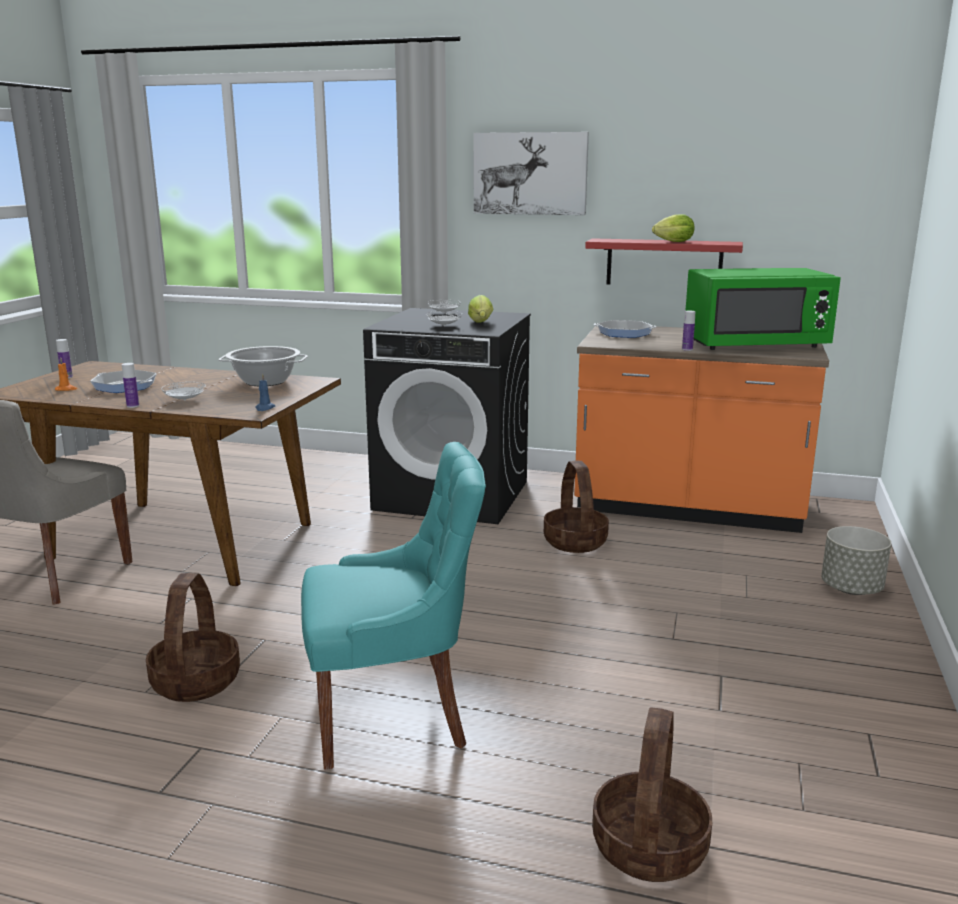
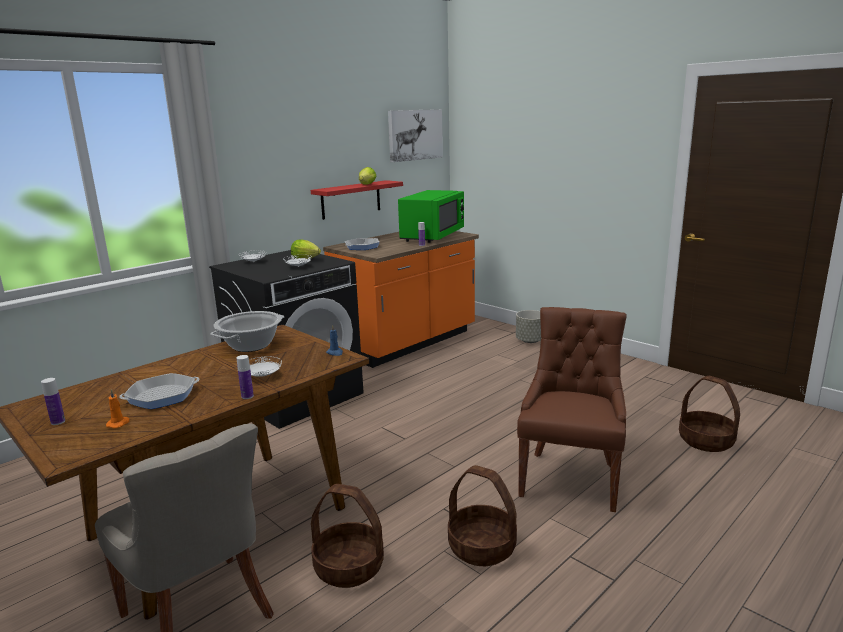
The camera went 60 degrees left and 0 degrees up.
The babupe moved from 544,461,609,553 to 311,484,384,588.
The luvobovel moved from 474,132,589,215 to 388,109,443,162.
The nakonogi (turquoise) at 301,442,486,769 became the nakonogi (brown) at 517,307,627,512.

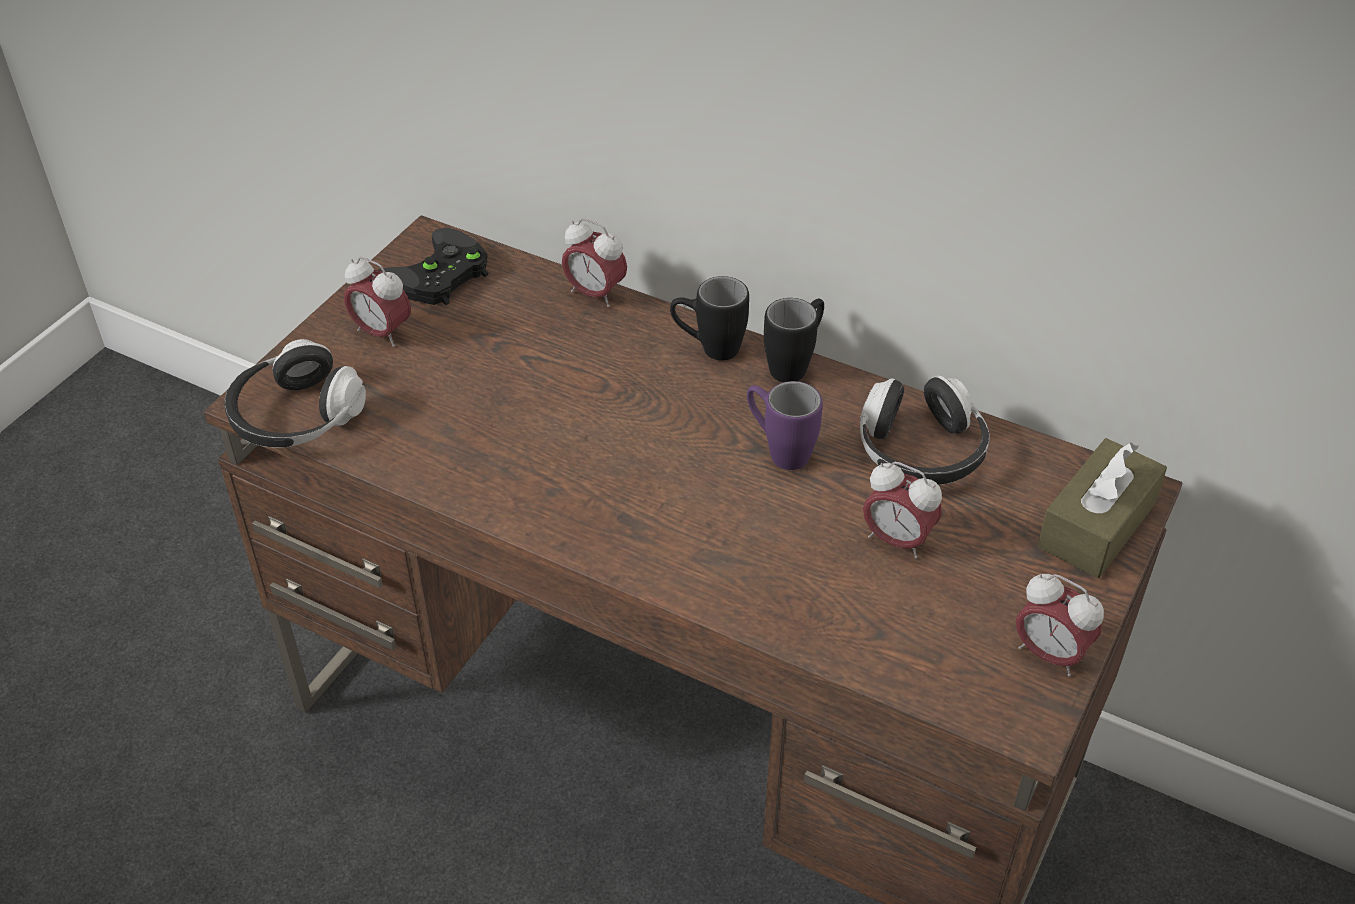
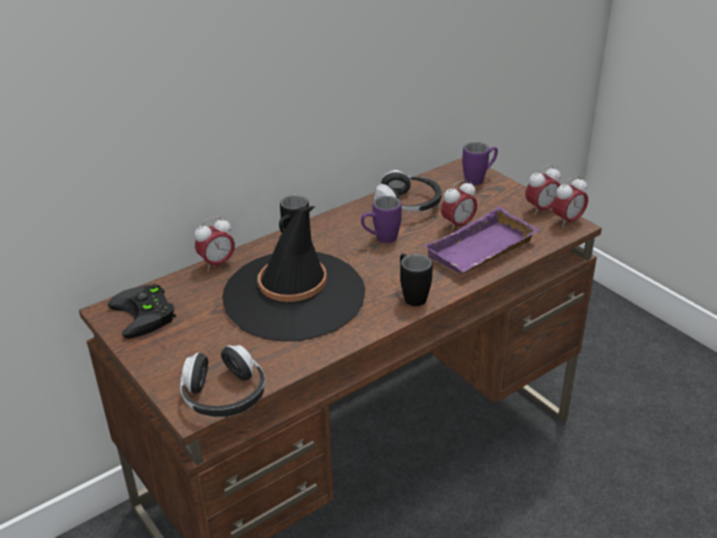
The camera went 65 degrees left and 10 degrees down.
The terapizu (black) at 222,206,365,341 appeared.
The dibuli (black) moved from 764,298,824,382 to 400,253,433,306.
The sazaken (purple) at 424,207,540,275 appeared.
The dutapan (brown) at 1038,438,1167,578 was replaced by the dibuli (purple) at 462,142,498,185.
The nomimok moved from 344,257,411,347 to 552,176,588,228.

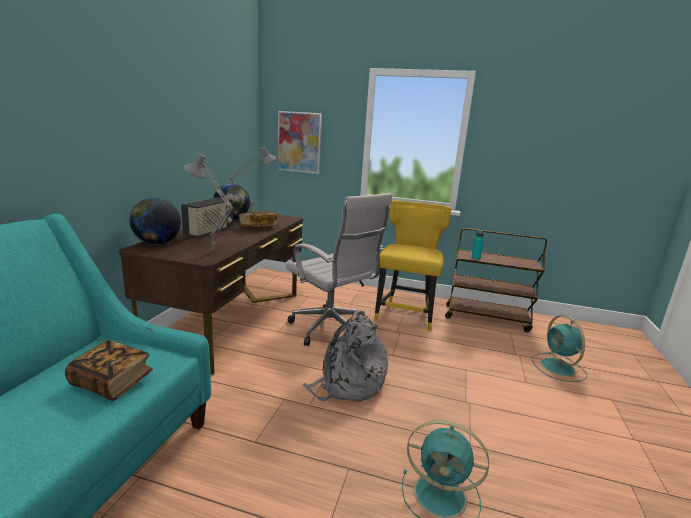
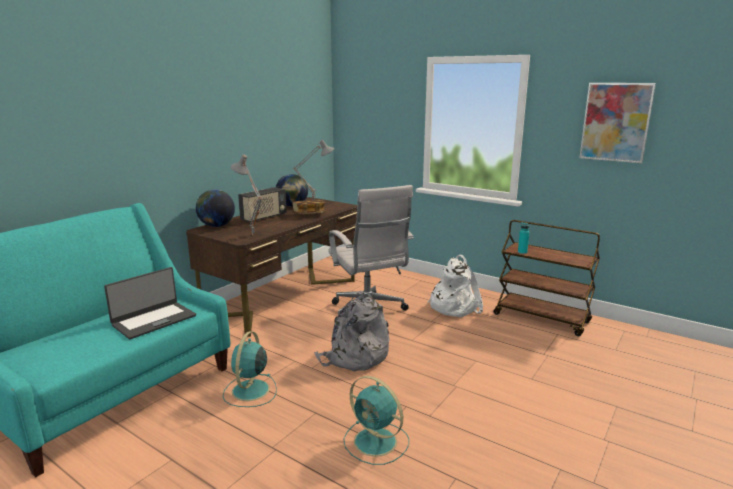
The camera went 20 degrees right and 0 degrees up.
The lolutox at 65,340,153,401 was replaced by the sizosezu at 104,267,196,339.
The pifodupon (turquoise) moved from 532,315,587,382 to 223,331,277,407.
The nakonogi (yellow) at 374,201,451,331 was replaced by the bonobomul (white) at 427,255,483,317.
The luvobovel moved from 278,111,322,174 to 579,83,656,163.

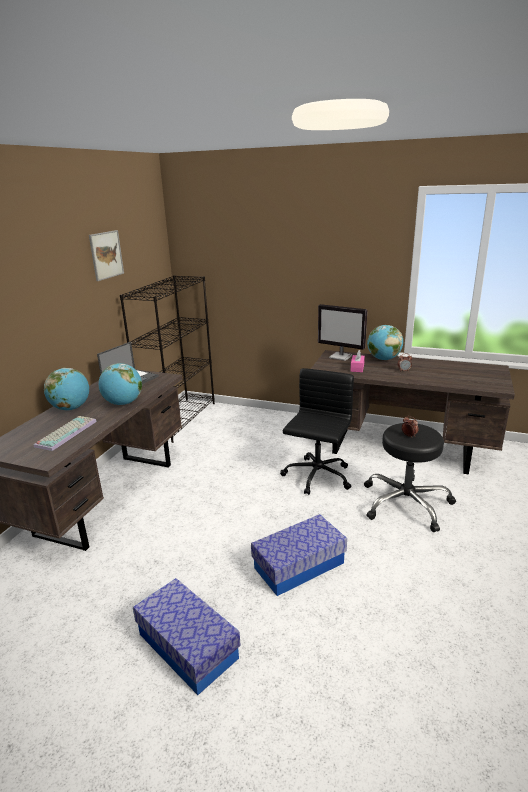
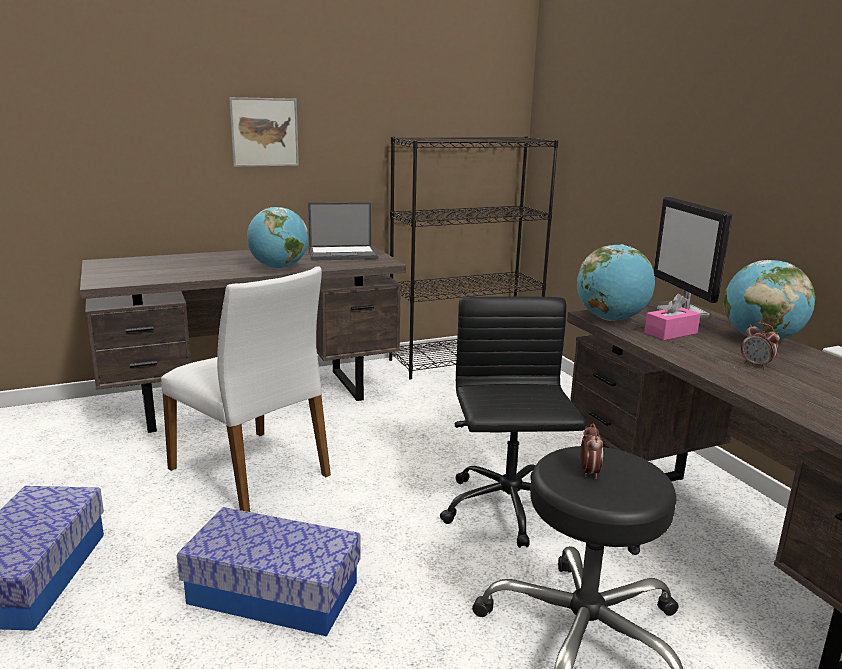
The camera went 45 degrees right and 5 degrees down.
The nakonogi (white) at 161,266,331,512 appeared.
The luvobovel moved from 89,230,124,281 to 229,97,299,167.
The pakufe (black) at 280,368,354,495 turned 75 degrees counterclockwise.
The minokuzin moved from 44,368,89,411 to 577,244,655,321.
The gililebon at 34,416,97,451 disappeared.

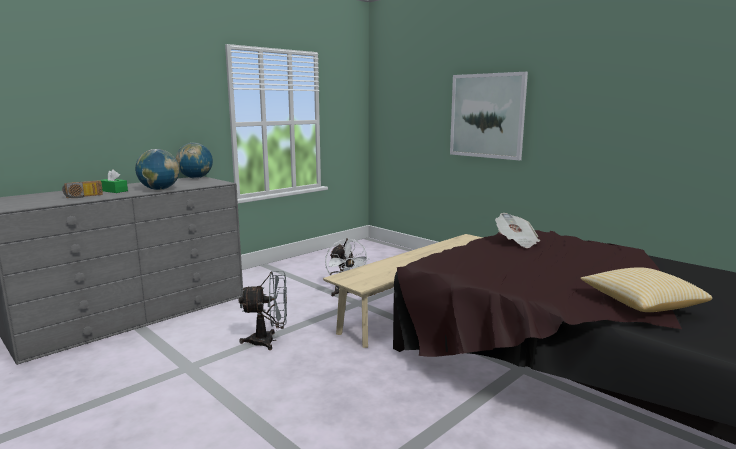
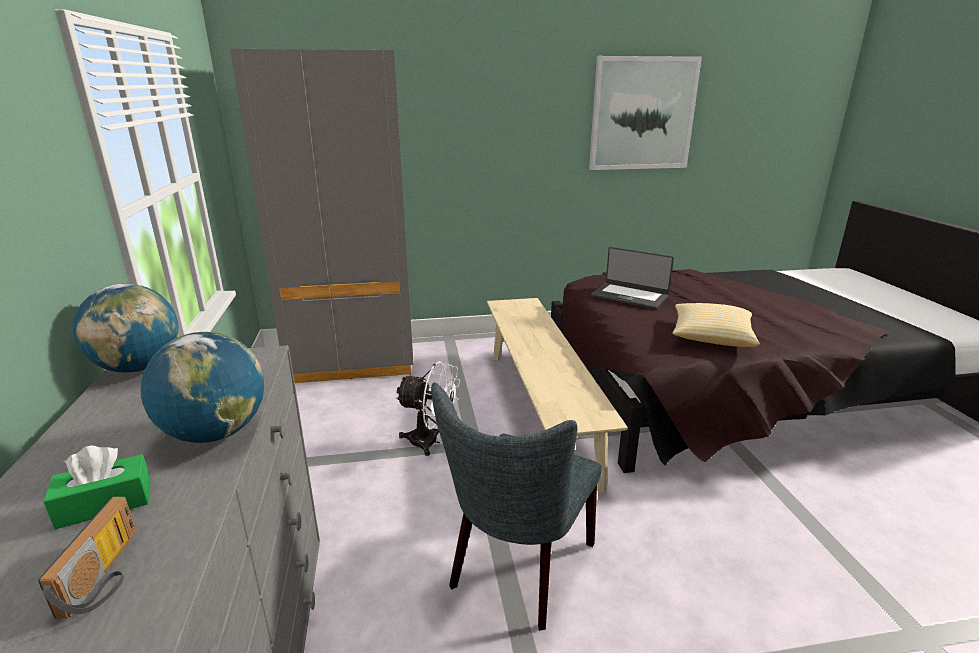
The camera went 55 degrees left and 10 degrees up.
The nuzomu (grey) at 230,49,414,383 appeared.
The pifodupon (grey) at 239,271,287,350 was replaced by the nakonogi (grey) at 431,382,602,630.
The luvobovel moved from 450,72,528,160 to 589,56,702,170.
The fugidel at 495,213,540,248 was replaced by the sizosezu at 591,247,674,309.
The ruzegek moved from 581,267,713,312 to 672,303,760,347.

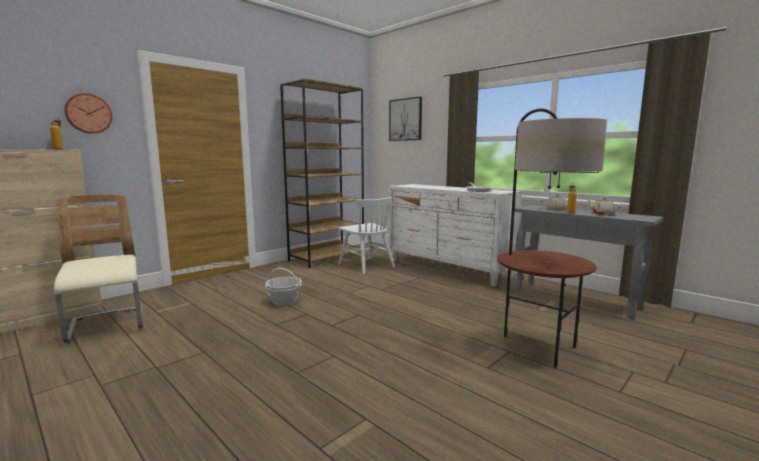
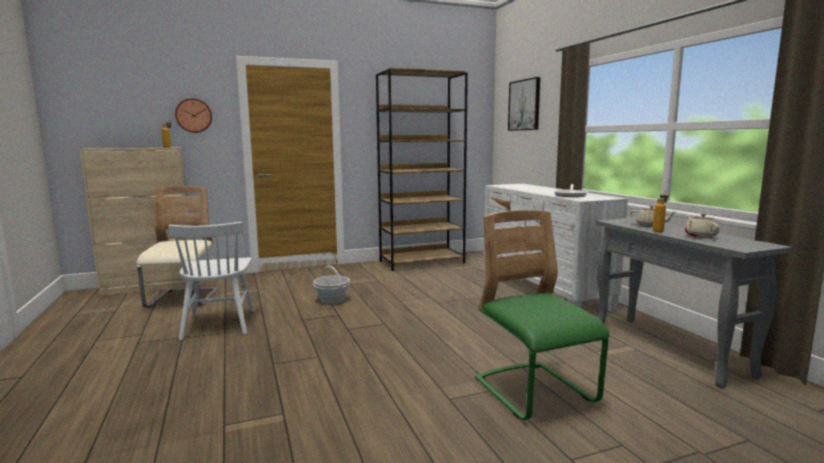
The camera went 25 degrees right and 0 degrees up.
The nakonogi (white) moved from 338,197,395,274 to 168,222,255,340.
The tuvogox at 497,108,607,368 was replaced by the nakonogi (green) at 475,210,610,420.

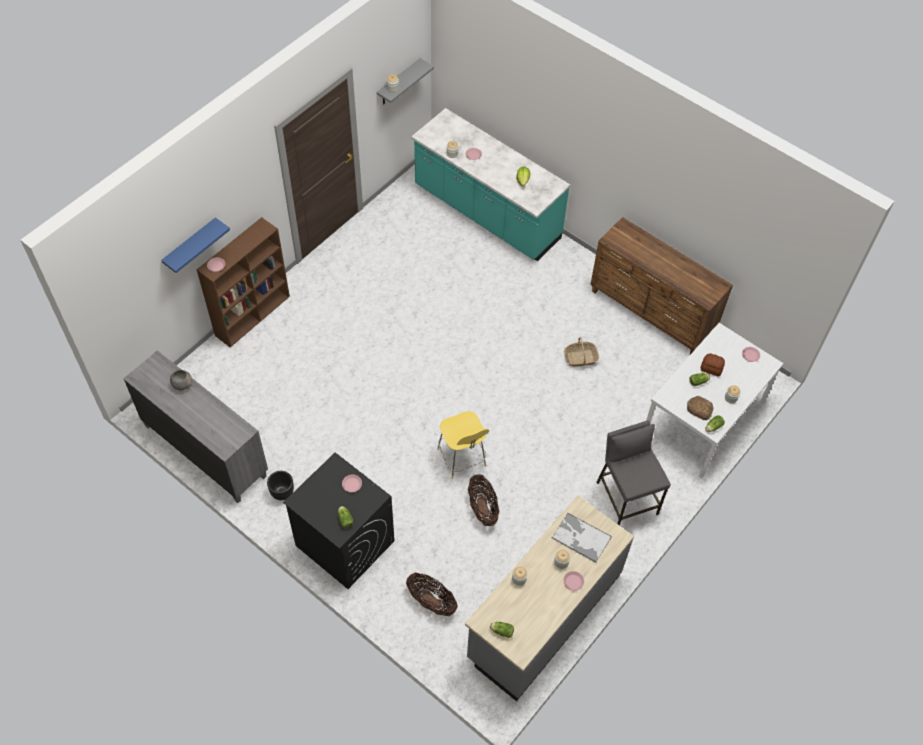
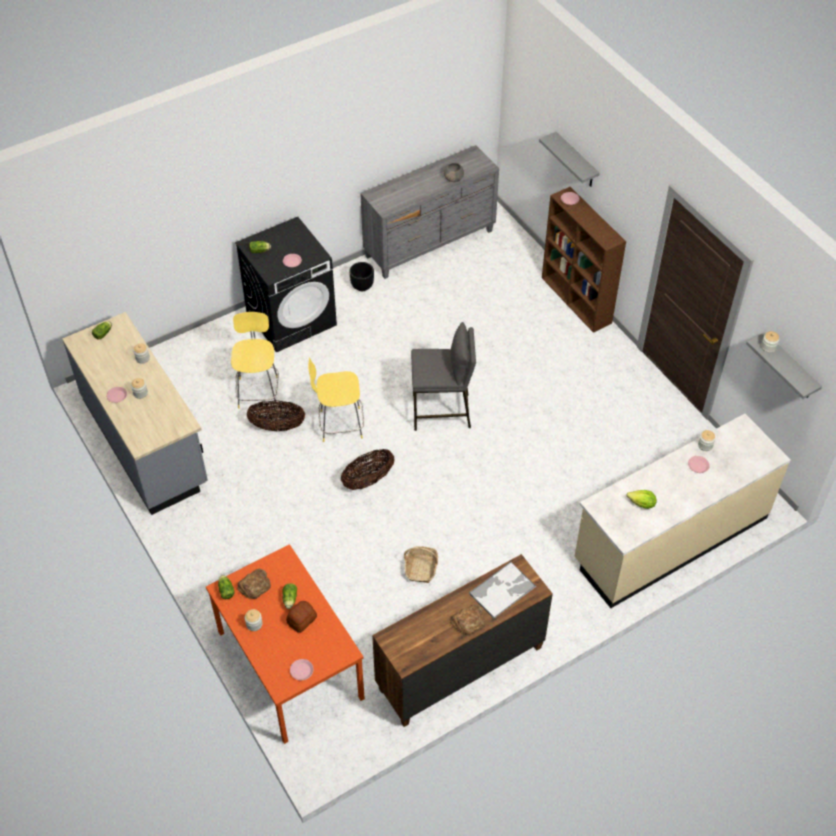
The camera went 110 degrees right and 5 degrees down.
The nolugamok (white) at 646,323,784,479 became the nolugamok (orange) at 206,544,365,744.
The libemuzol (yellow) at 231,312,279,409 appeared.
The babupe moved from 406,572,458,616 to 341,449,394,490.
The libemuzol (grey) moved from 596,421,671,526 to 411,322,476,431.
The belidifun at 451,604,485,635 appeared.
The sazaken moved from 552,513,612,563 to 469,562,536,619.
The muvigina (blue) at 161,218,230,273 became the muvigina (grey) at 539,132,600,187.
The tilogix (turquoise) at 411,108,570,261 became the tilogix (beige) at 575,414,791,608.

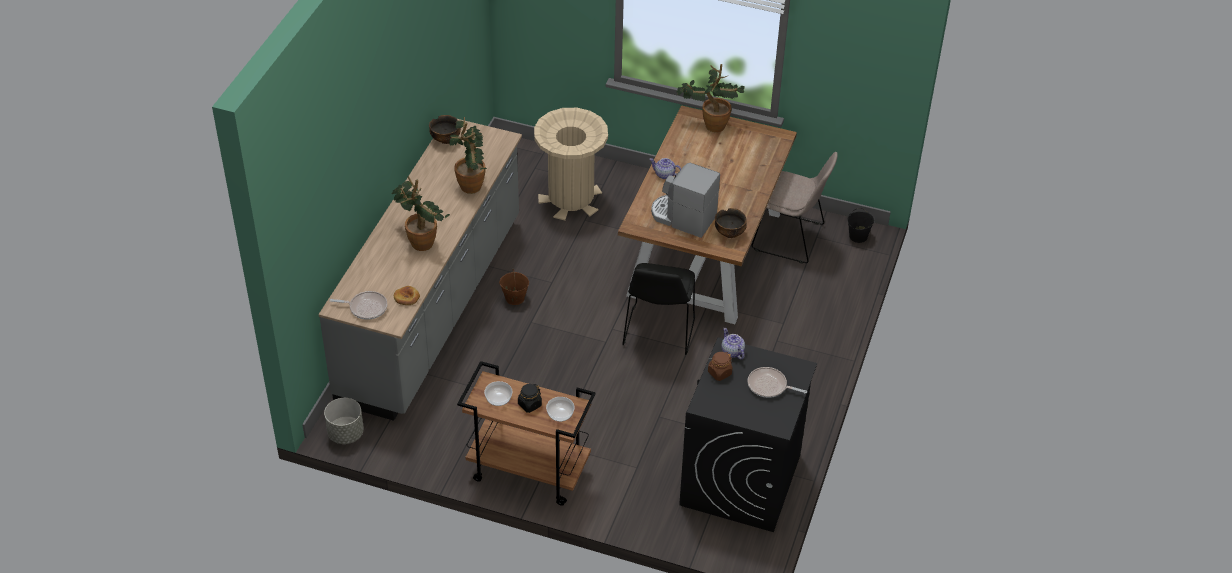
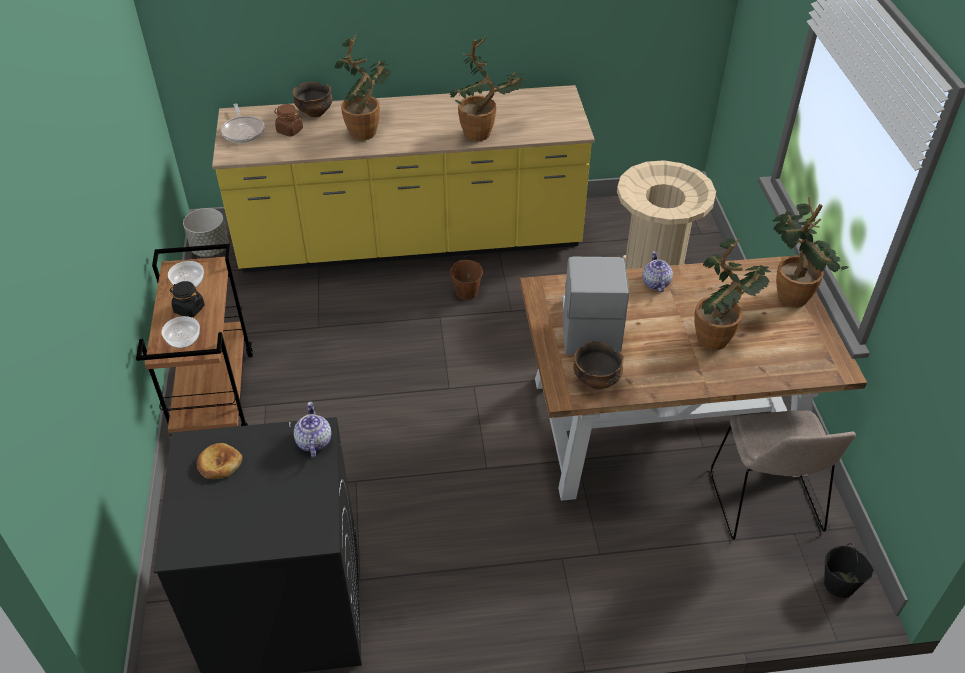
The camera went 65 degrees right and 0 degrees up.
The belidifun moved from 394,286,420,305 to 197,443,242,479.
The tilogix (grey) at 318,119,522,421 became the tilogix (yellow) at 212,85,595,273.
The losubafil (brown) moved from 708,352,732,381 to 274,104,303,137.
The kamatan moved from 429,115,461,144 to 292,82,333,117.
The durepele at 721,328,745,360 turned 45 degrees counterclockwise.
The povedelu at 695,237,771,350 appeared.
The nakonogi (black) at 622,263,695,355 disappeared.
The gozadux at 748,367,807,398 disappeared.

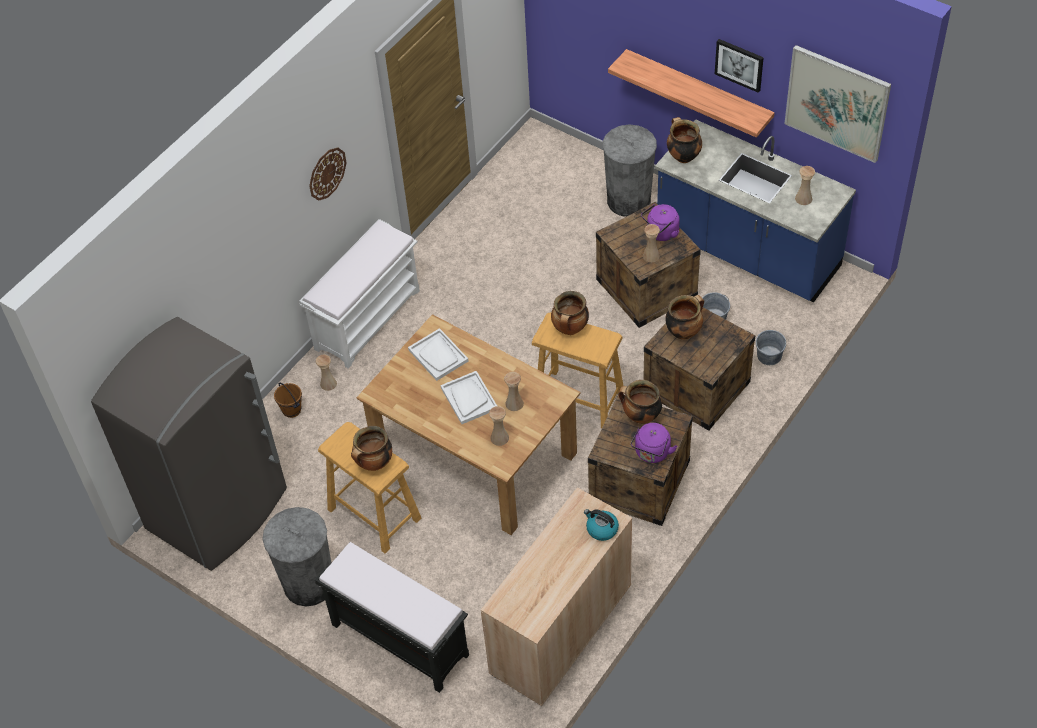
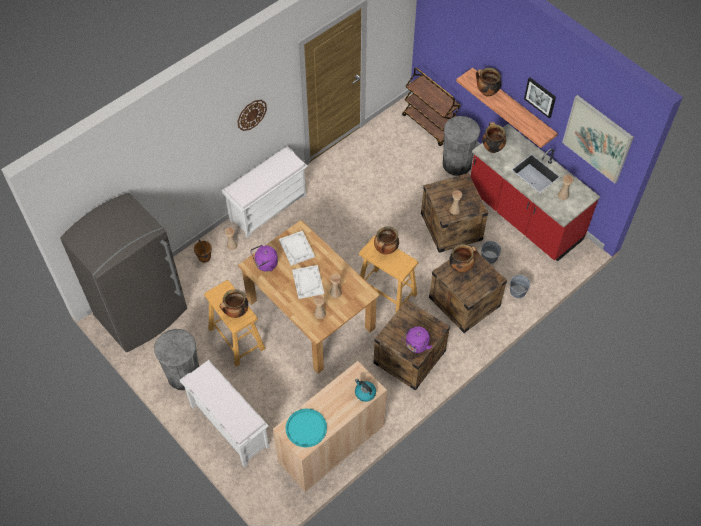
The camera went 10 degrees right and 5 degrees up.
The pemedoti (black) at 315,542,469,693 became the pemedoti (white) at 180,360,270,467.
The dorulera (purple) moved from 641,204,680,241 to 250,245,278,271.
The sazaken (turquoise) at 286,409,327,447 appeared.
The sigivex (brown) at 402,68,461,146 appeared.
The tilogix (blue) at 655,119,856,302 became the tilogix (red) at 470,124,600,261.
The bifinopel moved from 619,380,662,424 to 476,68,501,97.

